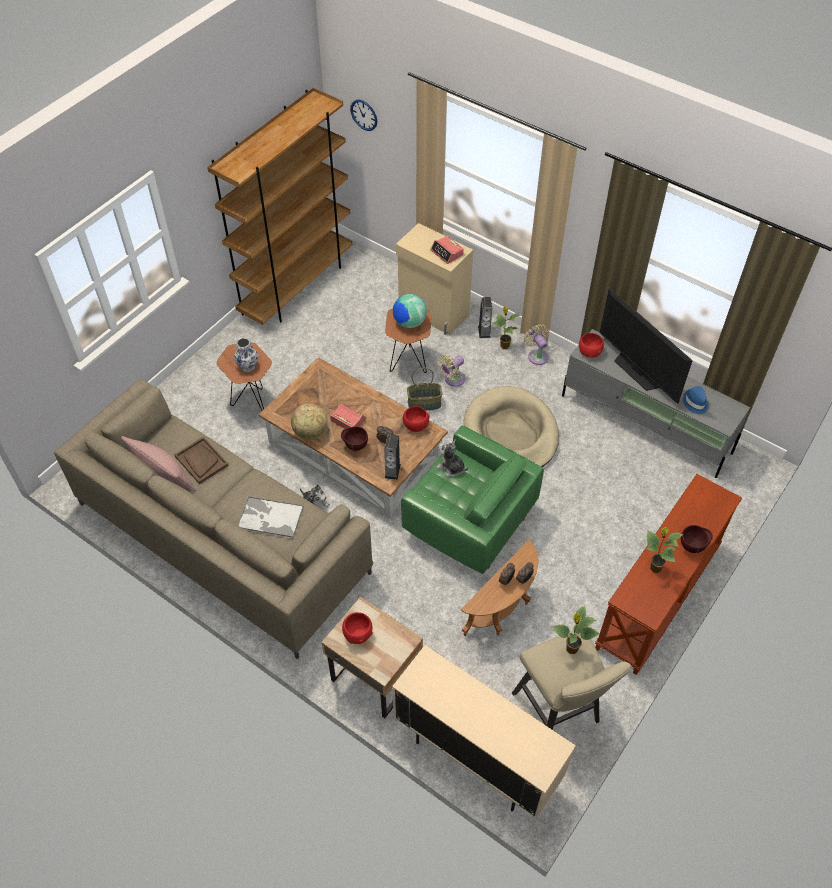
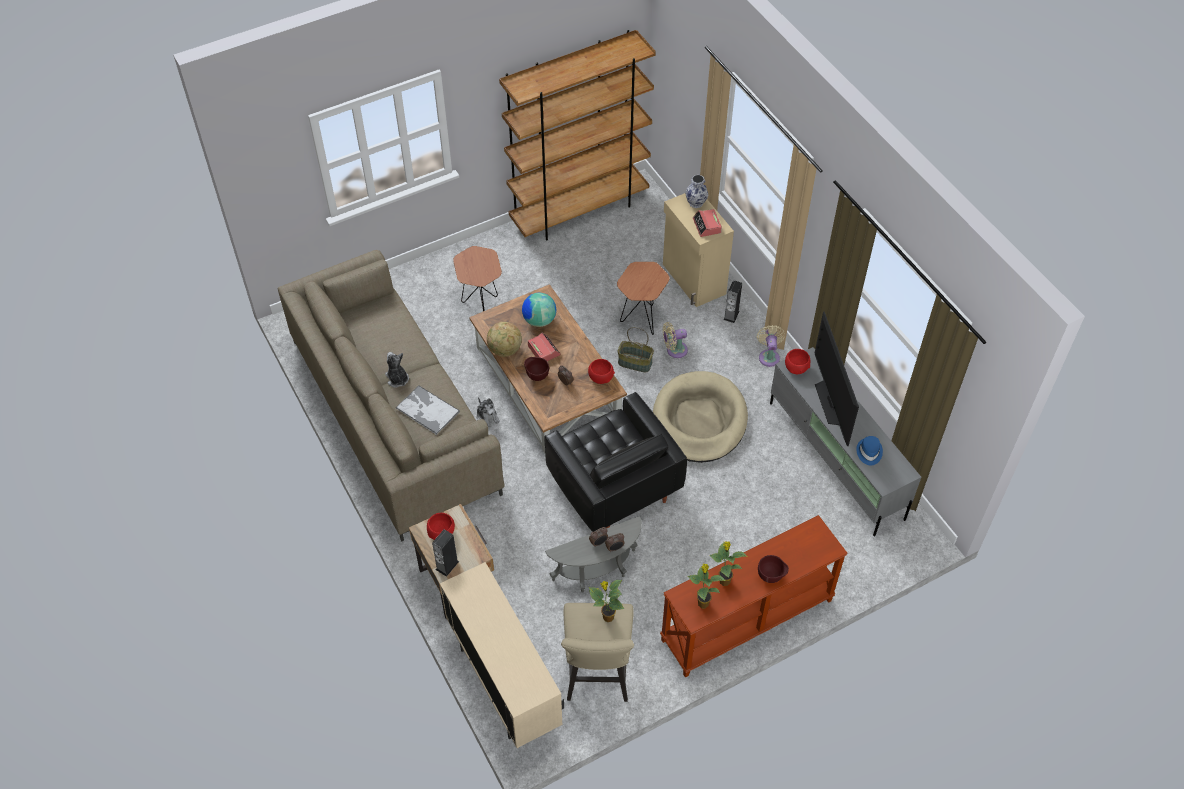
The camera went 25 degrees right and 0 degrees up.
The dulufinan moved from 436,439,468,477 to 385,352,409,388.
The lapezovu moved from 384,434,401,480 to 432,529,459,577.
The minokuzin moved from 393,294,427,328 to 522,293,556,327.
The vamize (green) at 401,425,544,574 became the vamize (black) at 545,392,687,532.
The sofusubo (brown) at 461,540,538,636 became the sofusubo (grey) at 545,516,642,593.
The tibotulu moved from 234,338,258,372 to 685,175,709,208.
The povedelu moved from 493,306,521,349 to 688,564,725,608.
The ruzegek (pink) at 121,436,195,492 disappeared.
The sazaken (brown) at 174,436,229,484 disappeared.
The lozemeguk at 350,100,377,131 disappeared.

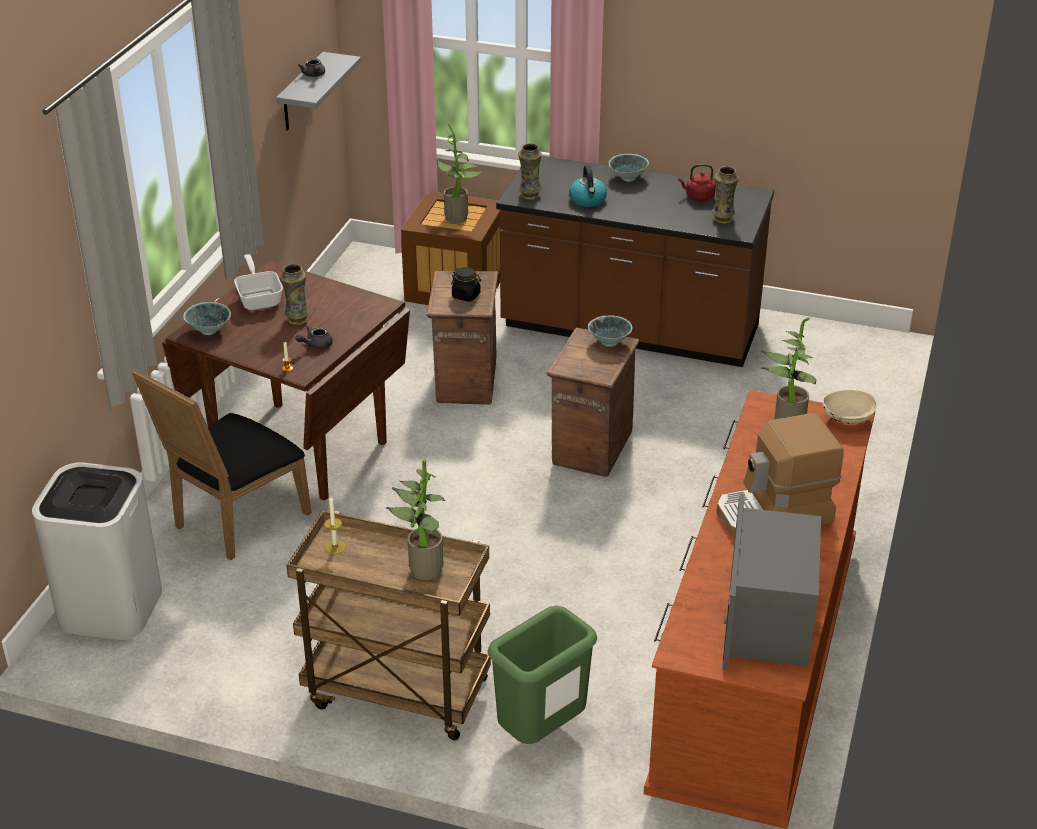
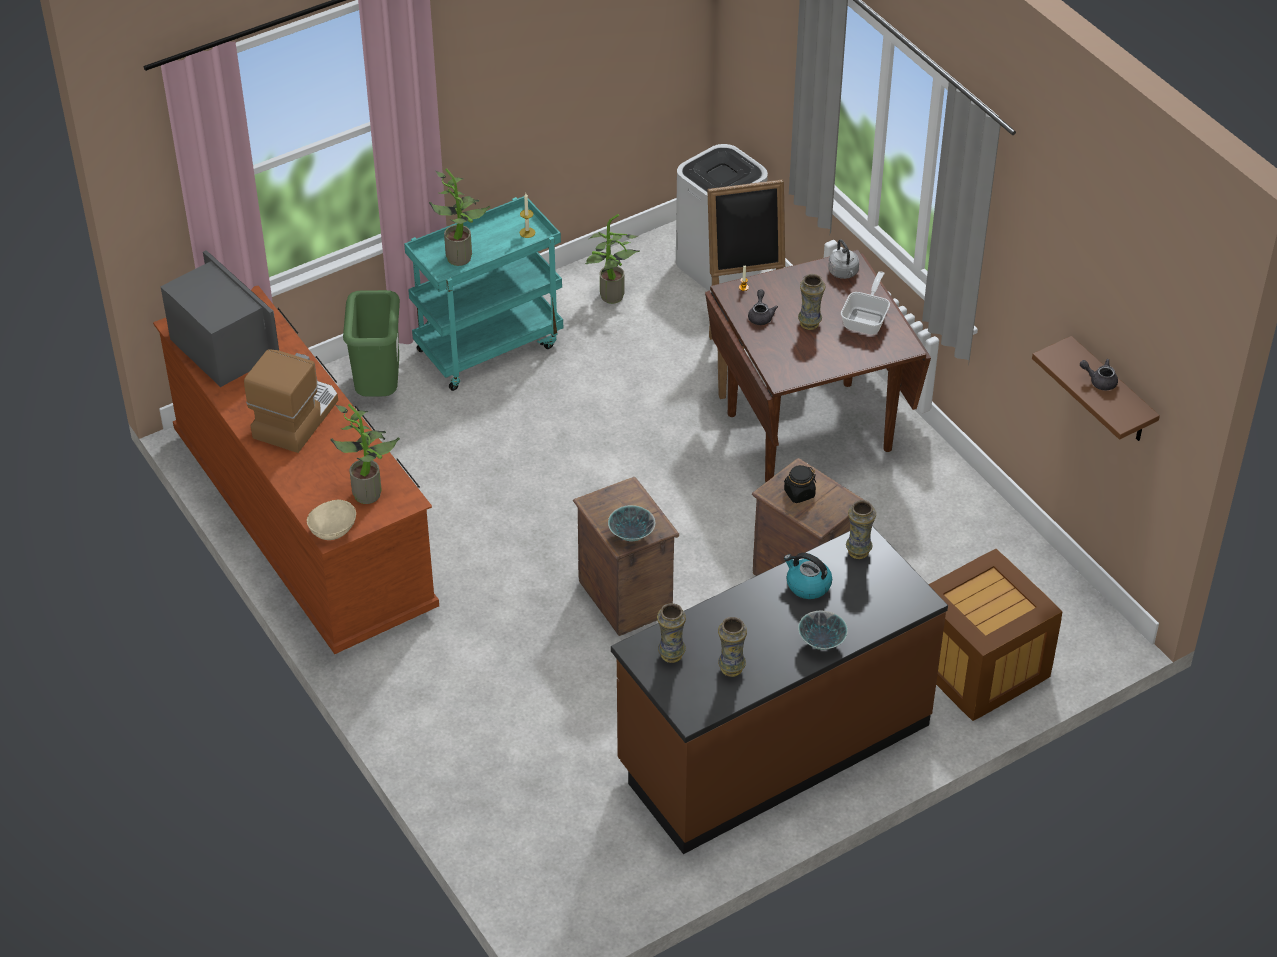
The camera went 130 degrees right and 10 degrees up.
The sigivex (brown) at 287,510,491,740 became the sigivex (turquoise) at 404,196,563,391.
The povedelu moved from 437,124,485,223 to 585,214,640,304.
The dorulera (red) at 678,164,716,201 was replaced by the tibotulu at 718,617,747,677.
The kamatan at 183,302,231,335 was replaced by the dorulera (grey) at 828,239,859,279.
The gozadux at 234,254,283,310 turned 90 degrees counterclockwise.
The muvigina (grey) at 276,52,361,131 became the muvigina (brown) at 1032,336,1160,441.

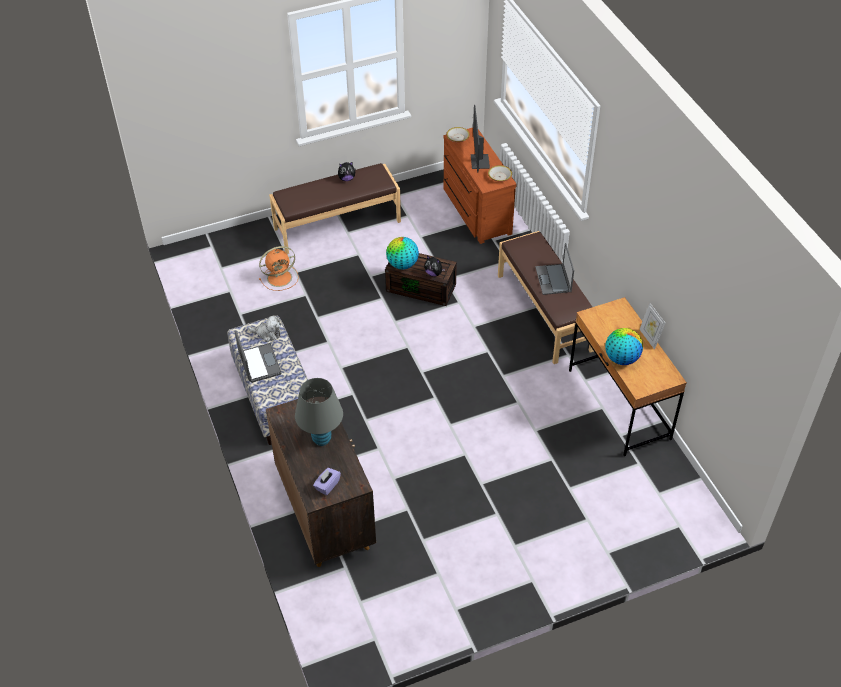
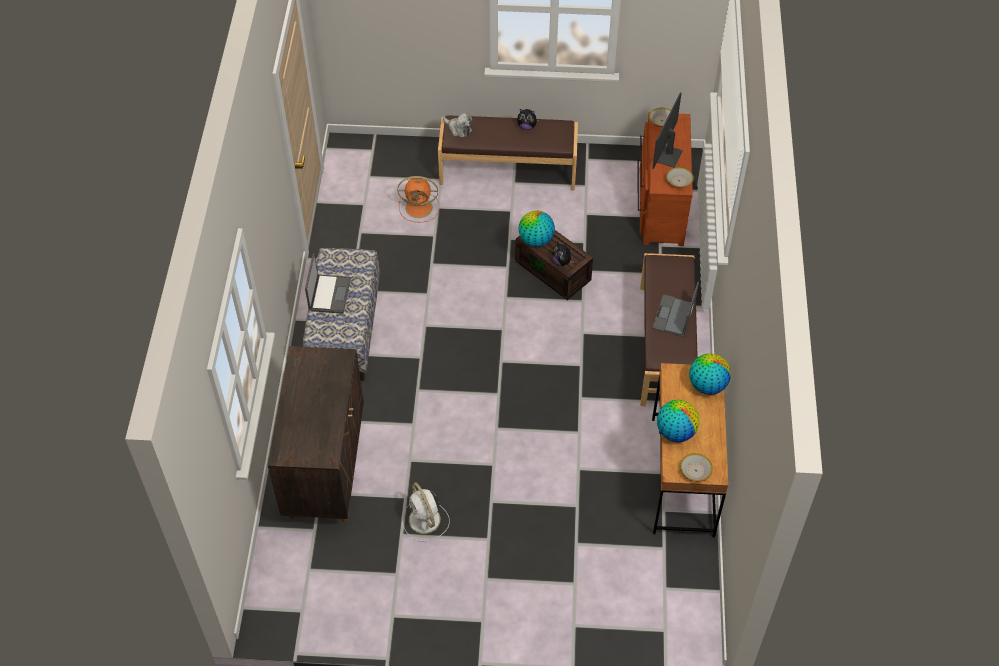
The camera went 25 degrees right and 5 degrees up.
The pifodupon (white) at 402,482,450,541 appeared.
The dulufinan moved from 248,315,281,342 to 443,113,472,137.
The kamatan at 680,453,713,482 appeared.
The minokuzin at 689,353,731,395 appeared.
The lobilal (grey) at 295,378,343,446 disappeared.
The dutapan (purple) at 313,468,341,495 disappeared.
The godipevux at 639,303,665,350 disappeared.

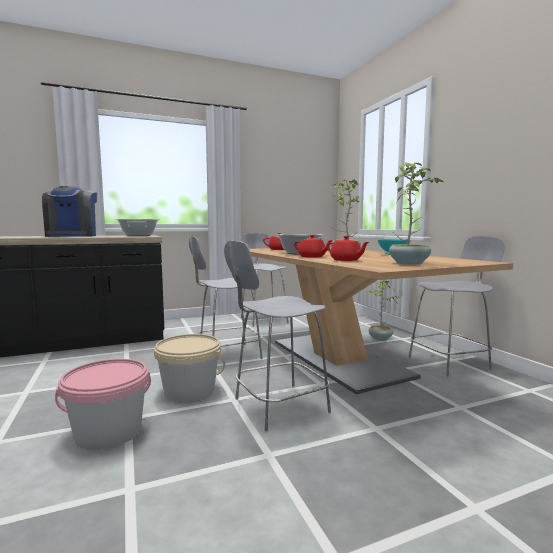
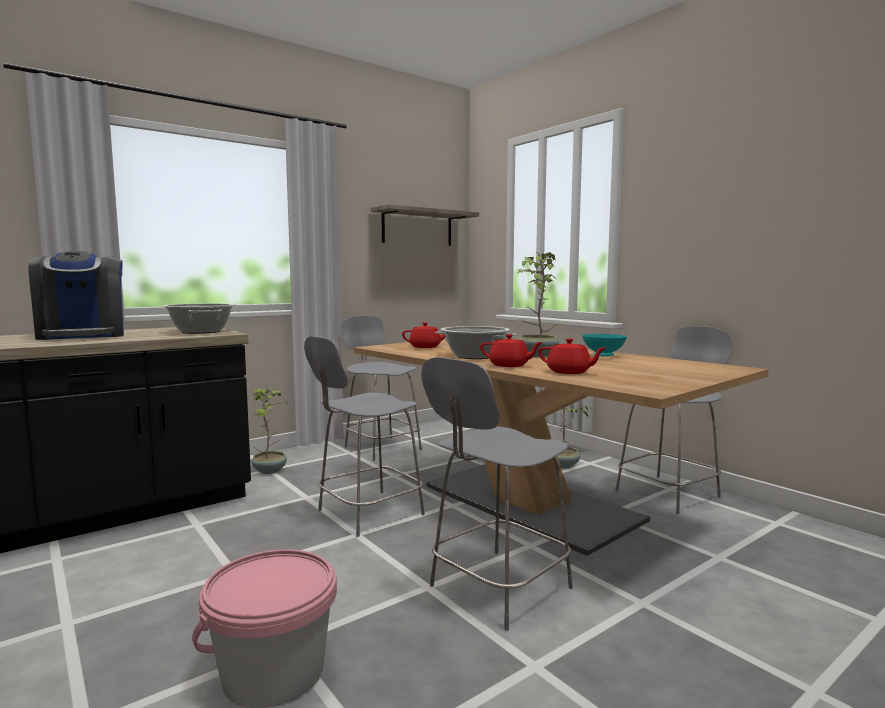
The camera went 15 degrees left and 0 degrees up.
The povedelu moved from 389,162,443,265 to 251,387,290,474.
The muvigina at 371,204,479,246 appeared.
The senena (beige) at 154,334,225,403 disappeared.

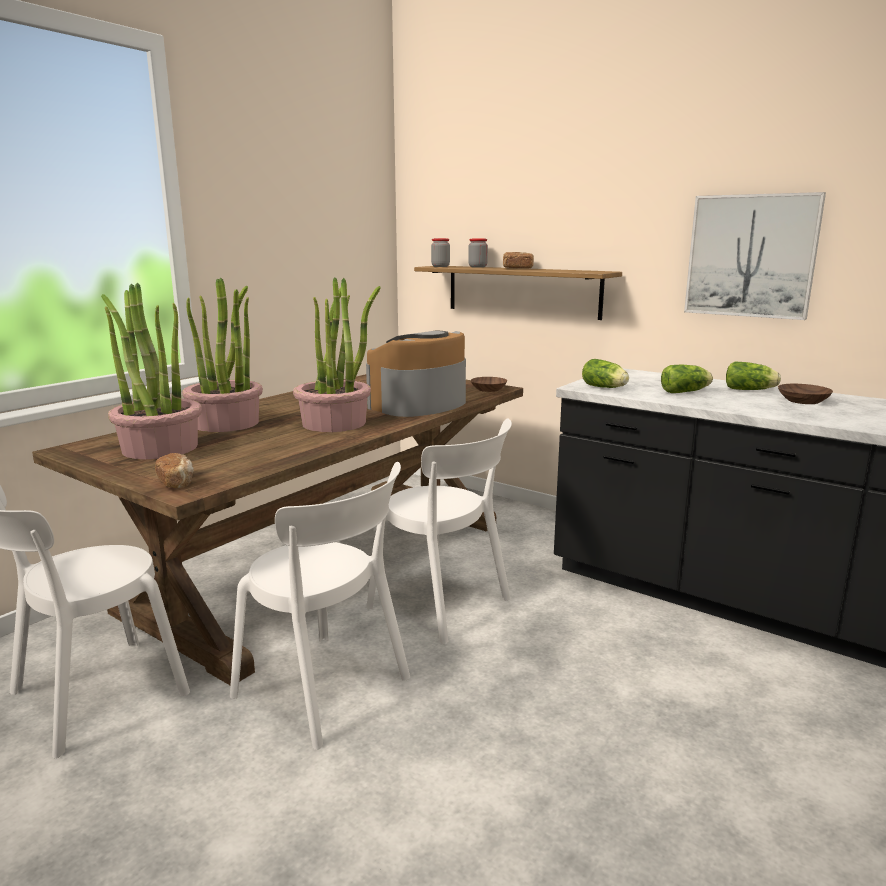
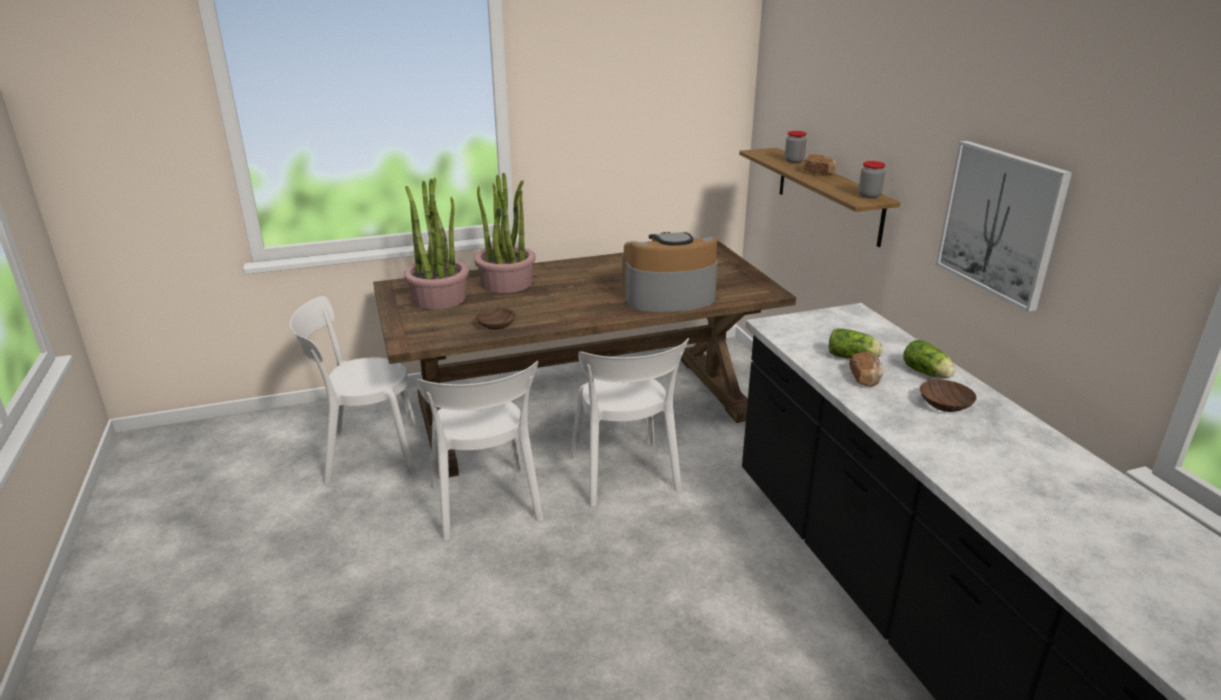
The camera went 35 degrees right and 10 degrees up.
The kamatan (brown) moved from 471,377,507,392 to 476,308,516,330.
The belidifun moved from 155,453,194,488 to 849,352,883,387.
The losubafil moved from 431,238,450,267 to 858,161,885,198.
The povedelu at 293,277,381,432 disappeared.
The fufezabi at 582,359,629,388 disappeared.

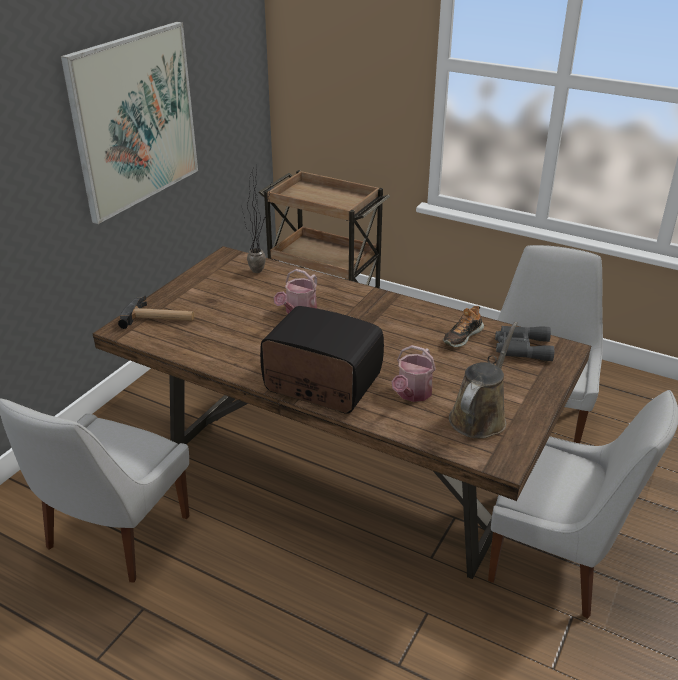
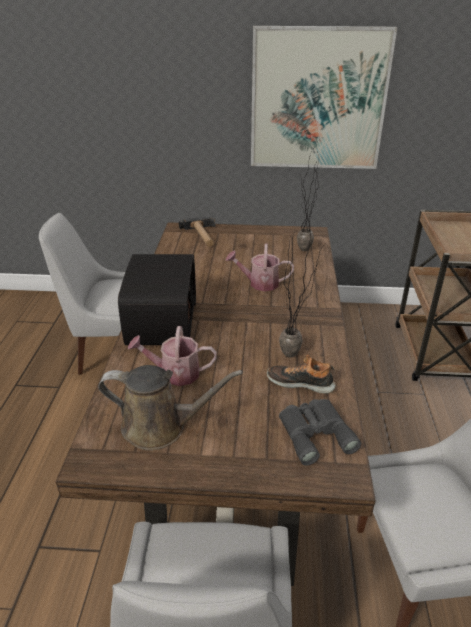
The camera went 65 degrees right and 0 degrees up.
The povedelu at 279,226,321,357 appeared.

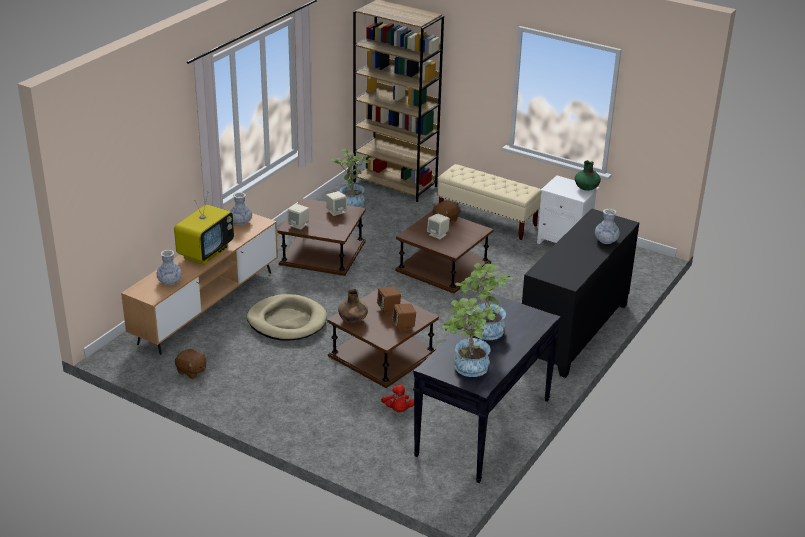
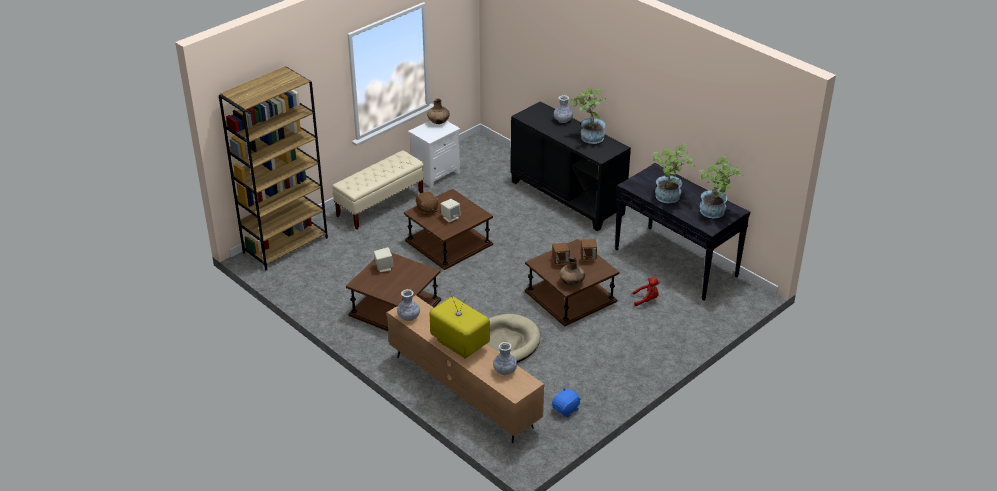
The camera went 75 degrees left and 5 degrees up.
The tibotulu (green) at 575,160,601,191 became the tibotulu (brown) at 427,99,450,124.
The dulufinan (brown) at 175,349,206,379 became the dulufinan (blue) at 552,387,581,417.
The povedelu moved from 330,149,370,207 to 568,87,606,144.
The lapezovu (beige) at 287,204,309,230 disappeared.

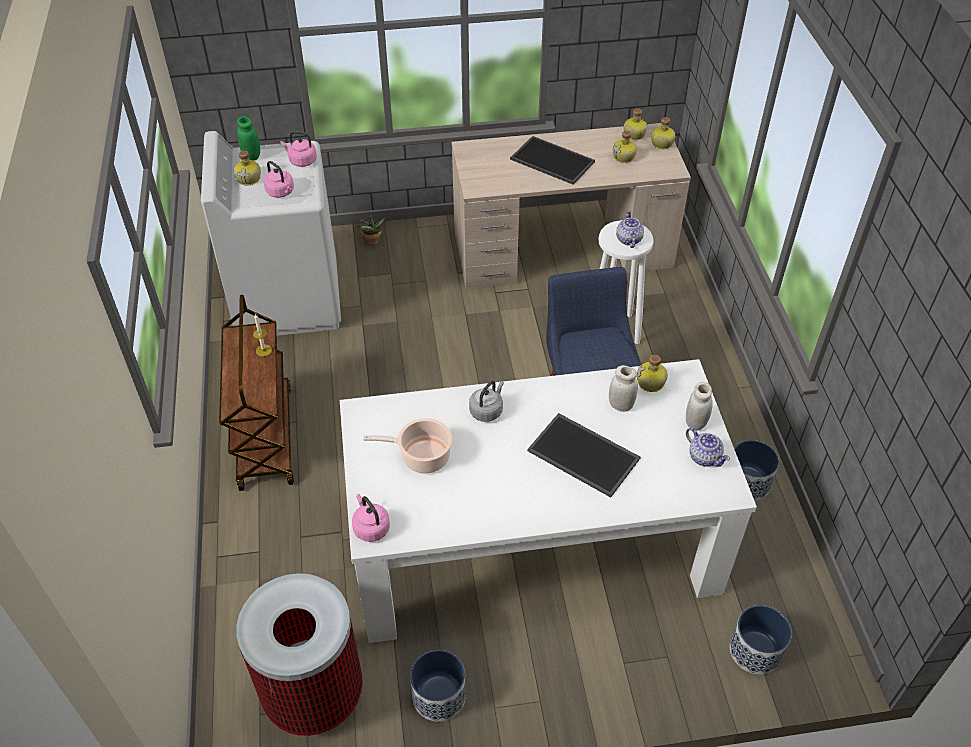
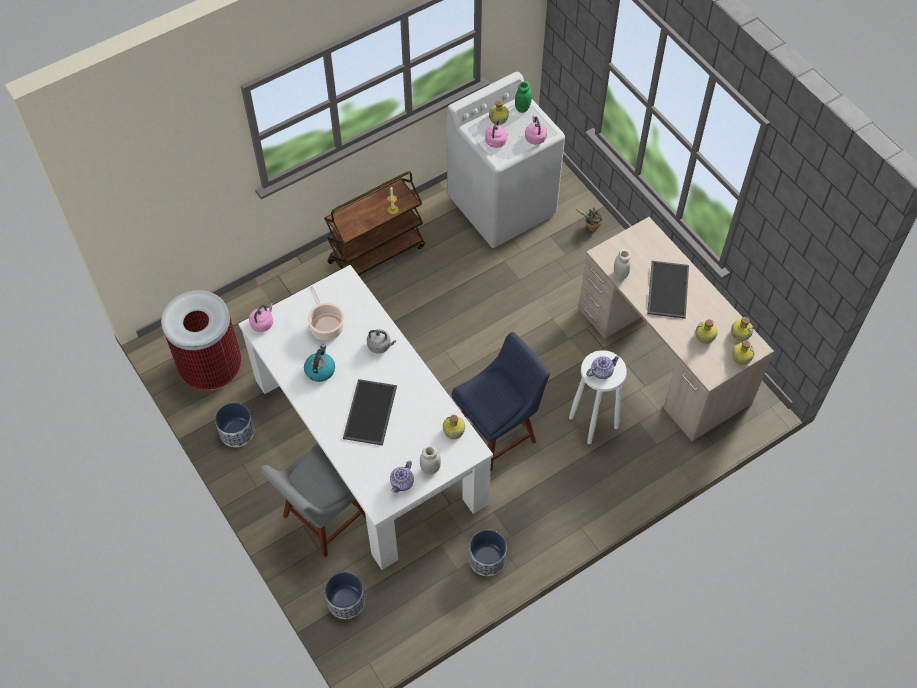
The camera went 65 degrees right and 10 degrees up.
The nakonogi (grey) at 260,443,366,557 appeared.
The dorulera at 304,345,335,382 appeared.
The losubafil (white) moved from 609,365,638,412 to 614,249,631,280.

